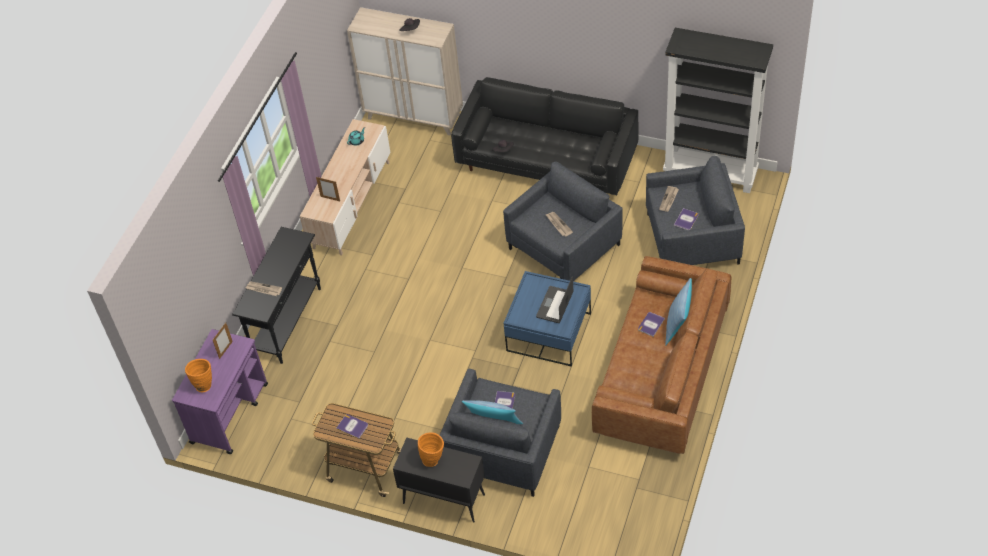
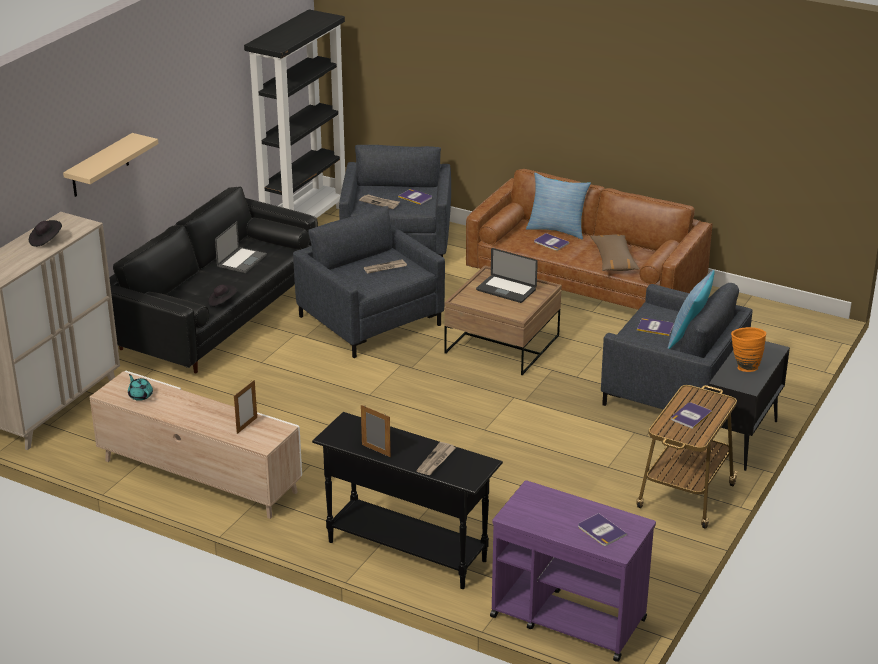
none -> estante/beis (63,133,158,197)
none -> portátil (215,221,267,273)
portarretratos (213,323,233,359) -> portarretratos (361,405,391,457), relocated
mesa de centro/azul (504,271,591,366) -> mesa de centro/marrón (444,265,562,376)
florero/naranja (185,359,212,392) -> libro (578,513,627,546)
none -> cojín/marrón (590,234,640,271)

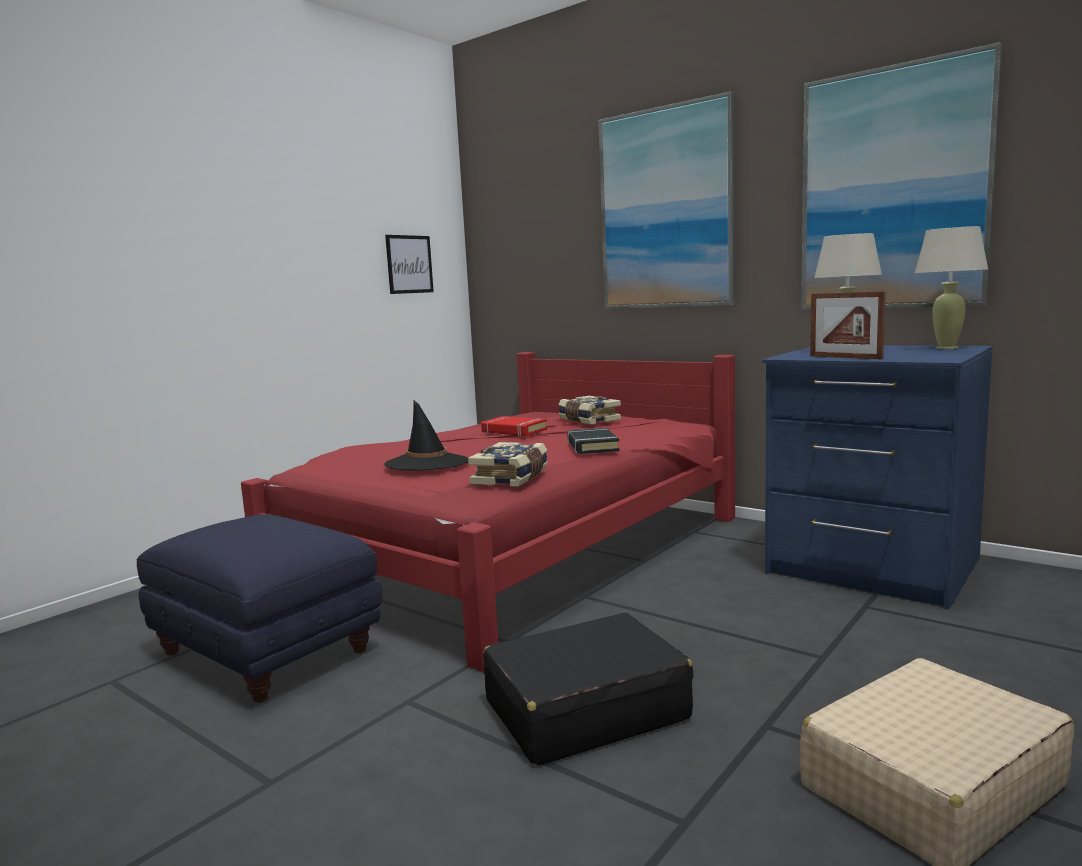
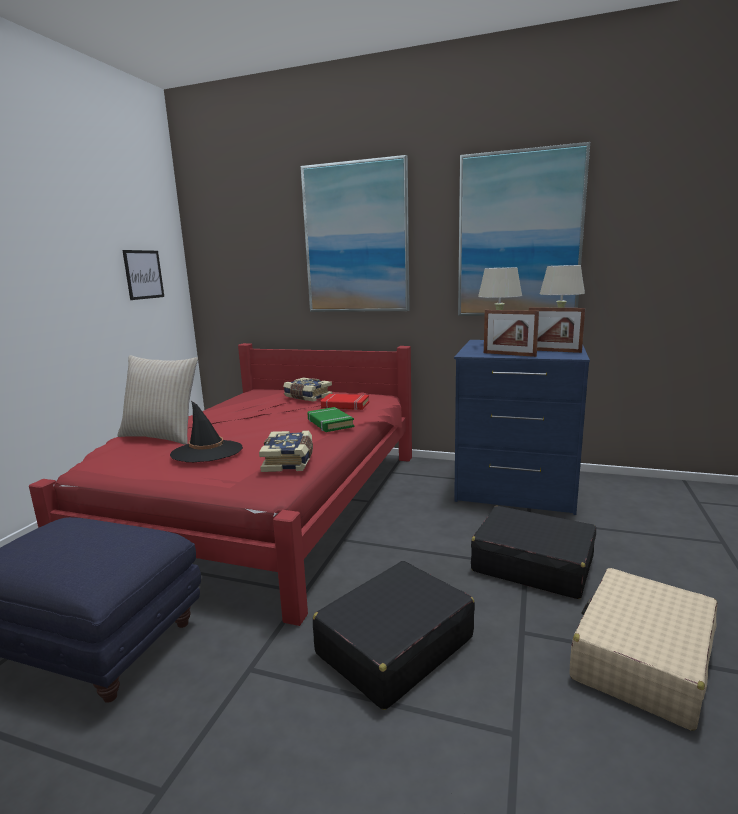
none -> cojín/beis (118,355,198,445)
libro/negro (567,428,620,454) -> libro/verde (307,407,354,432)
libro/rojo (481,416,547,436) -> libro/rojo (321,394,369,410), relocated
none -> maleta/negro (471,506,596,599)
none -> portarretratos (529,307,585,353)

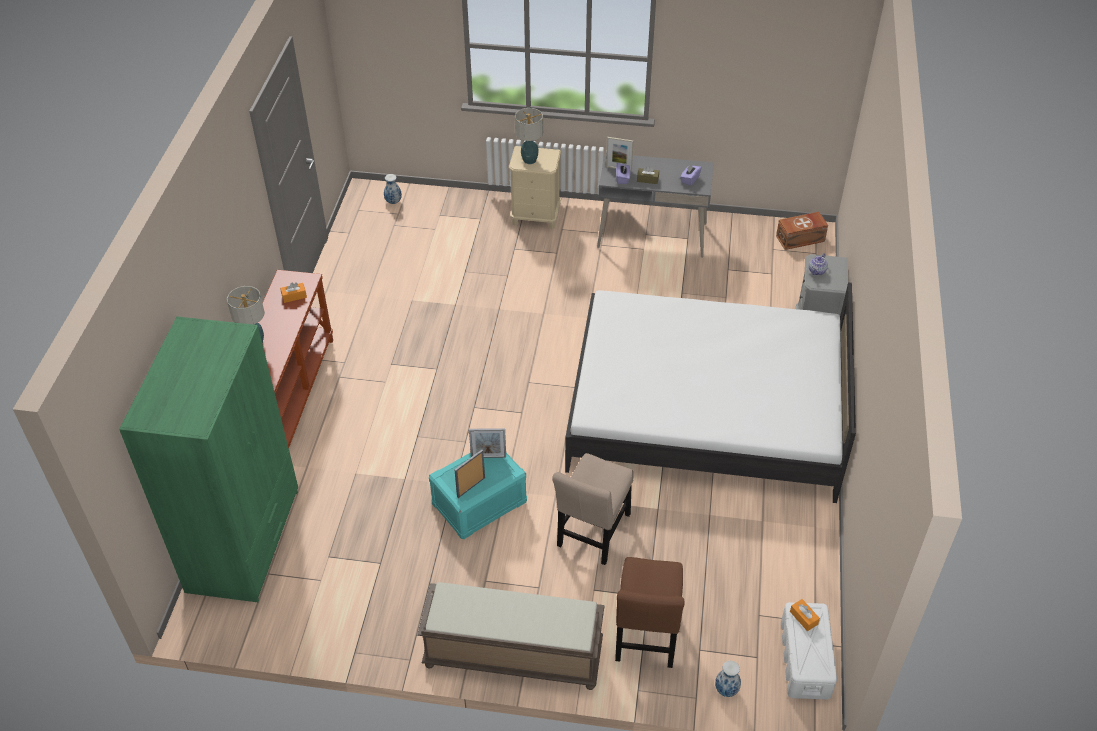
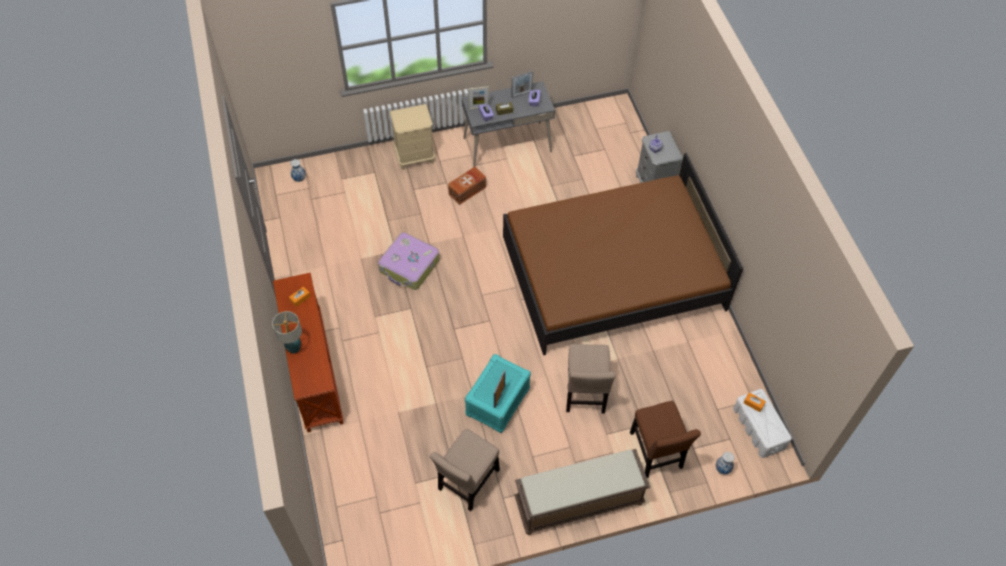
none -> maleta (378,232,440,290)
none -> silla/beis (430,428,500,511)
caja de almacenaje/marrón (776,212,828,250) -> caja de almacenaje/marrón (448,167,486,205), relocated
cama/blanco (565,282,856,503) -> cama/marrón (503,153,743,355)
portarretratos (469,428,506,458) -> portarretratos (511,71,534,98), relocated
armario ropero/verde (119,316,298,602) -> none
lámpara de mesa (515,108,543,164) -> none

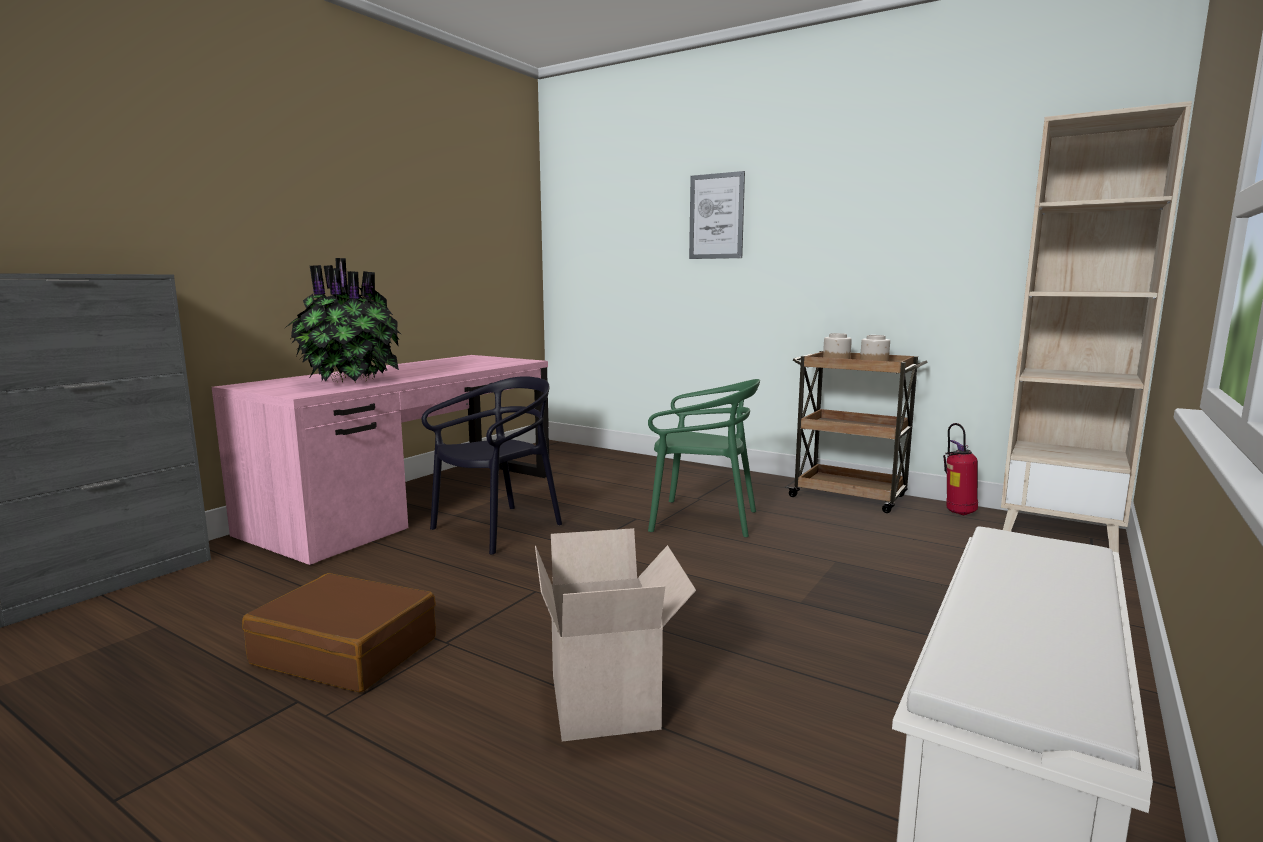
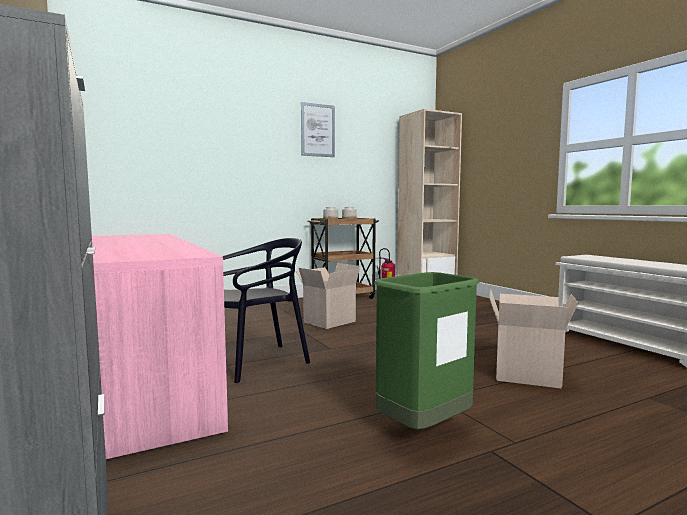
silla/negro (422,376,562,555) -> silla/negro (222,238,310,383), 75 degrees clockwise
silla/verde (648,379,760,538) -> caja de cartón (296,263,360,329)
cuadro (689,171,745,259) -> cuadro (301,102,335,157), relocated
maleta/marrón (242,573,436,692) -> papelera/verde (374,272,480,430)
planta en maceta (285,258,402,383) -> none

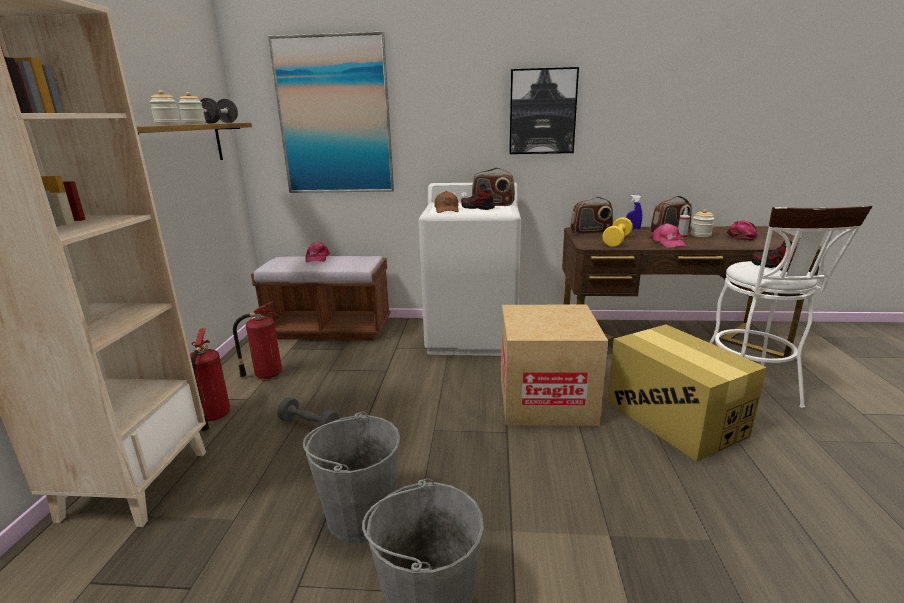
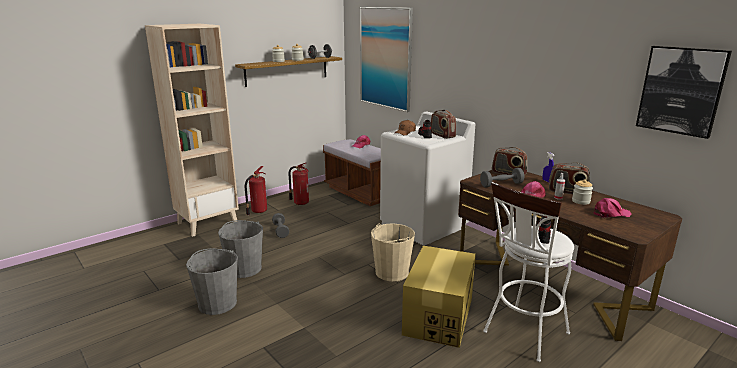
caja de cartón (501,304,608,426) -> cubo/beis (371,224,415,281)
mancuerna/amarillo (602,217,633,247) -> mancuerna/gris (480,168,524,187)
cuadro (509,67,579,154) -> cuadro (636,46,732,139), relocated

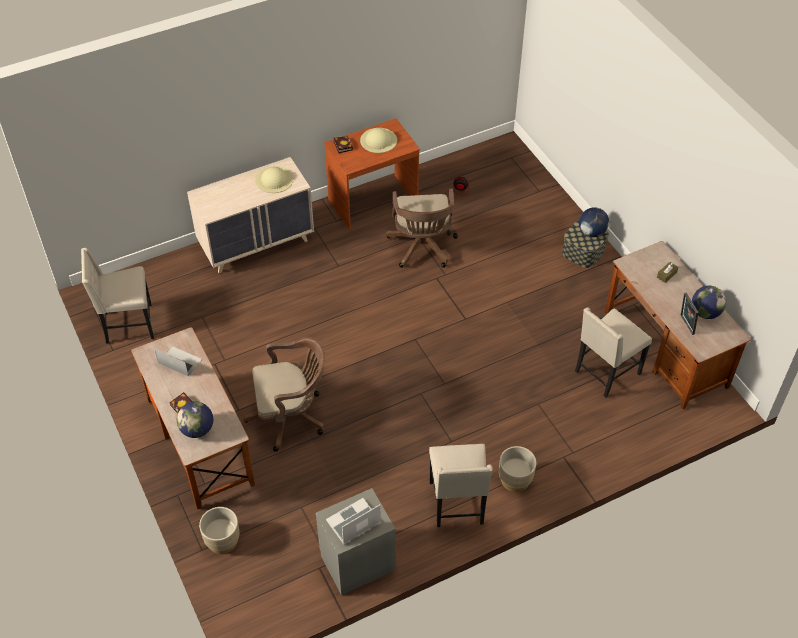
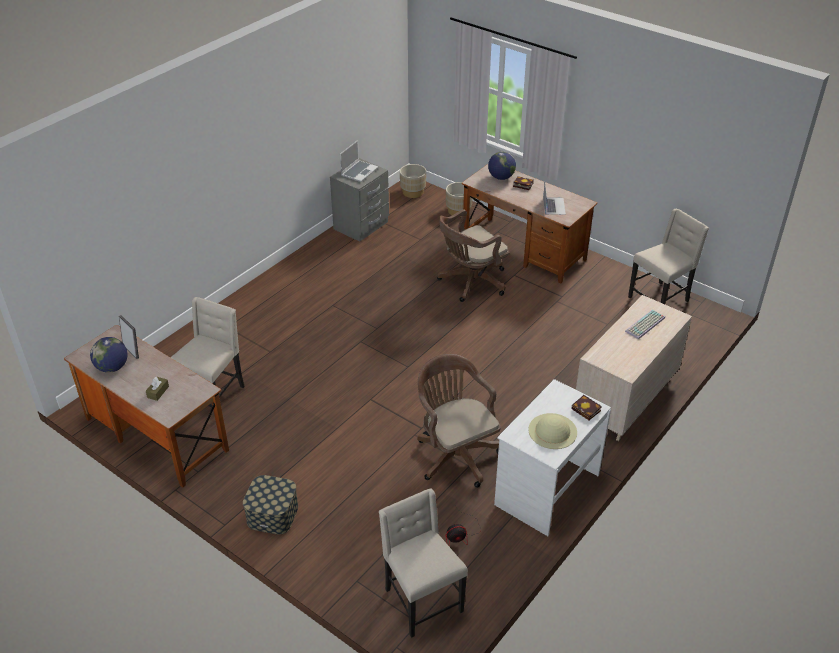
silla/beis (429,444,493,527) -> silla/beis (379,488,468,638), relocated
maceta/beis (499,446,536,492) -> maceta/beis (400,164,426,198), relocated
escritorio/marrón (324,118,420,230) -> escritorio/blanco (494,379,611,536)
portátil (155,346,202,377) -> portátil (543,184,566,215), 90 degrees counterclockwise
none -> teclado (625,310,665,339)
sombrero/beis (255,166,294,193) -> none
globo terráqueo (579,207,609,237) -> none

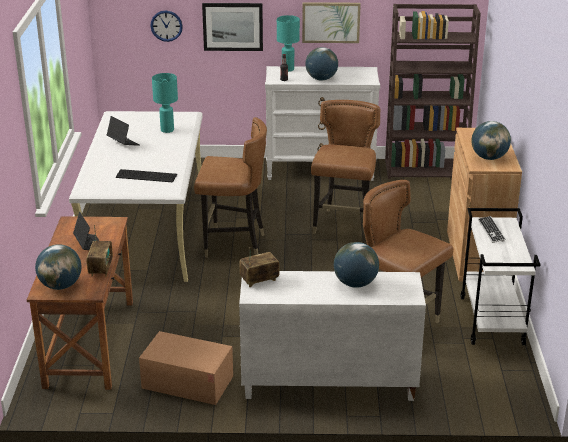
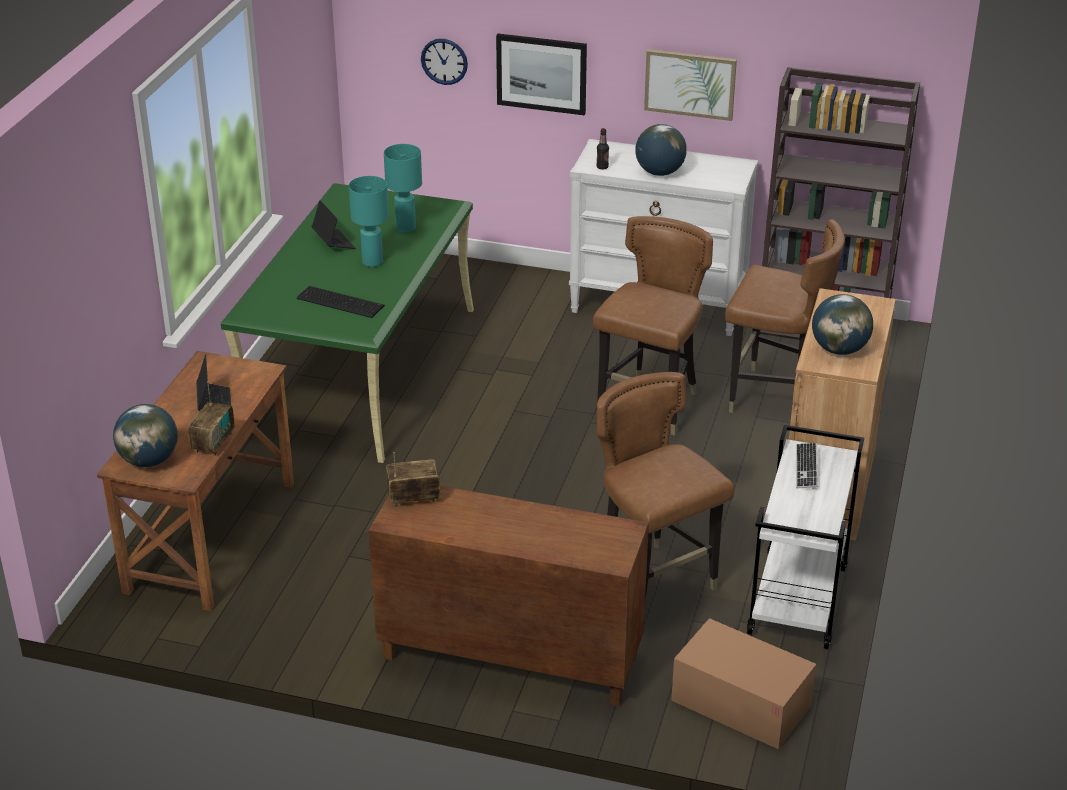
escritorio/blanco (69,111,203,282) -> escritorio/verde (221,183,474,463)
lámpara de mesa/turquesa (277,15,300,72) -> lámpara de mesa/turquesa (349,176,389,267), relocated
armario/blanco (239,271,426,401) -> armario/marrón (369,486,649,706)
caja de cartón (139,331,233,405) -> caja de cartón (671,618,816,749), relocated
silla/marrón (194,117,267,257) -> silla/marrón (725,219,845,413), relocated
globo terráqueo (334,242,379,288) -> none

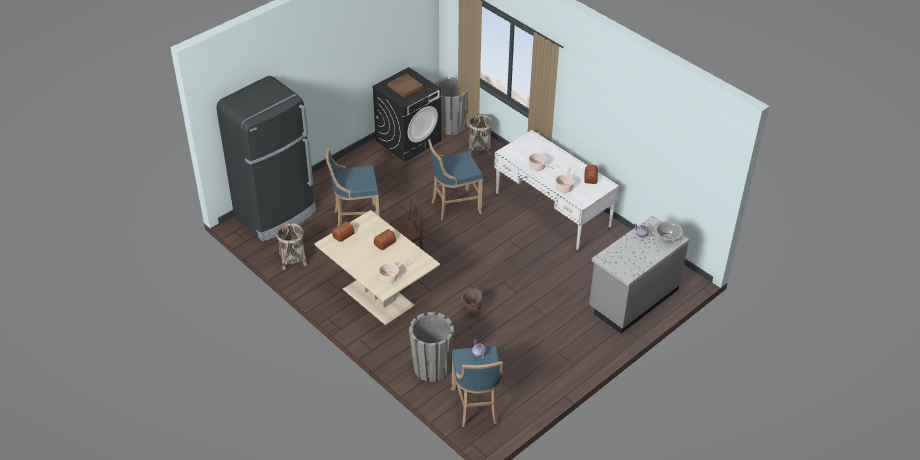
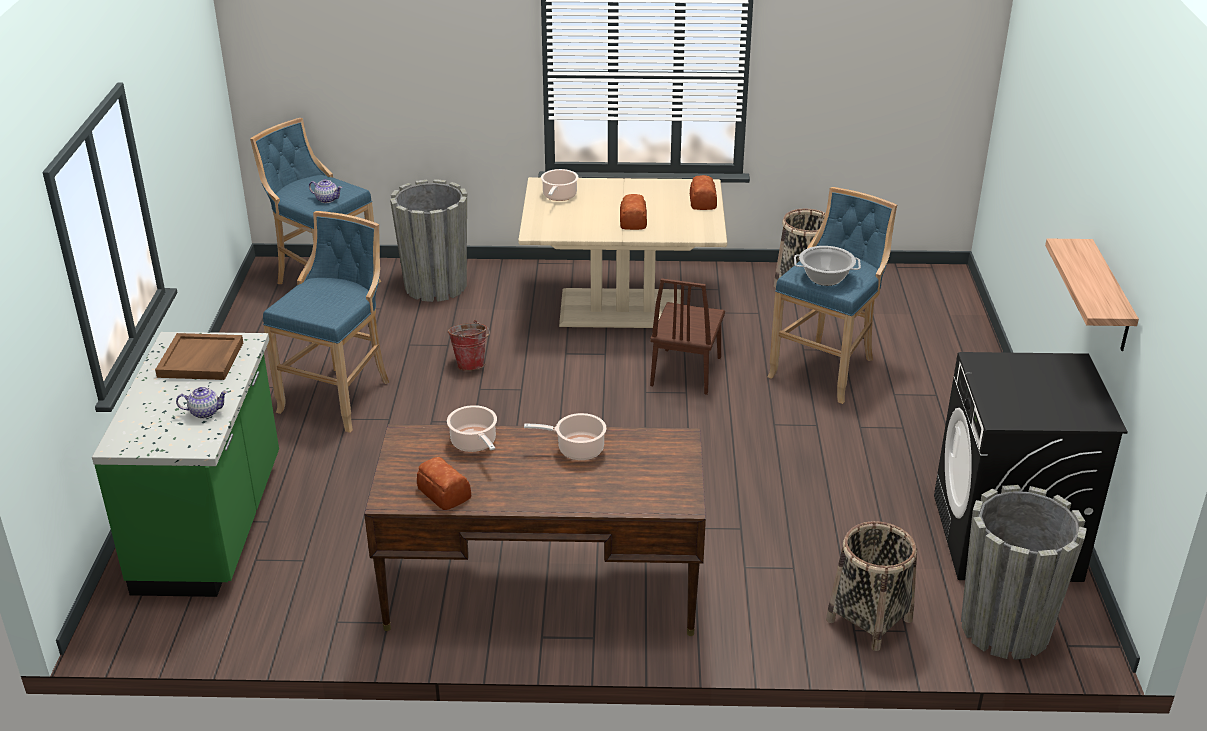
mueble bajo de cocina/gris (589,215,689,334) -> mueble bajo de cocina/verde (92,332,279,597)
bandeja/marrón (387,74,423,98) -> bandeja/marrón (155,333,243,380), relocated
taburete/azul (428,139,483,221) -> taburete/azul (263,211,389,433), relocated
escritorio/blanco (494,130,619,252) -> escritorio/marrón (364,424,706,636)
olla (654,221,684,244) -> olla (794,246,861,286), relocated
none -> estante (1045,239,1139,351)
nevera/negro (216,76,316,241) -> none

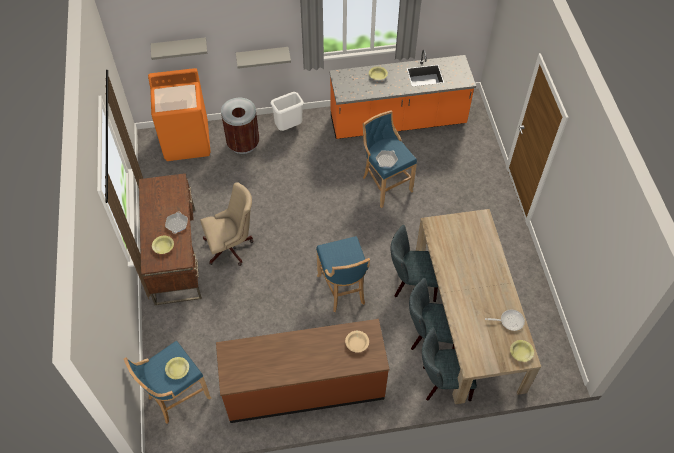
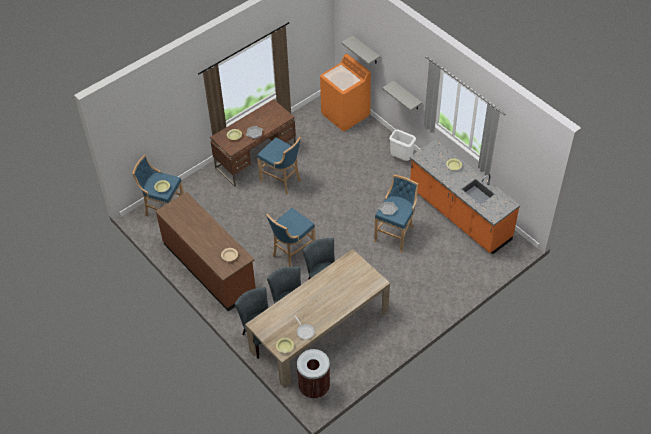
silla de oficina/beis (200,182,254,266) -> taburete/azul (257,137,301,194)
papelera/marrón (221,98,259,154) -> papelera/marrón (297,349,330,399), relocated

